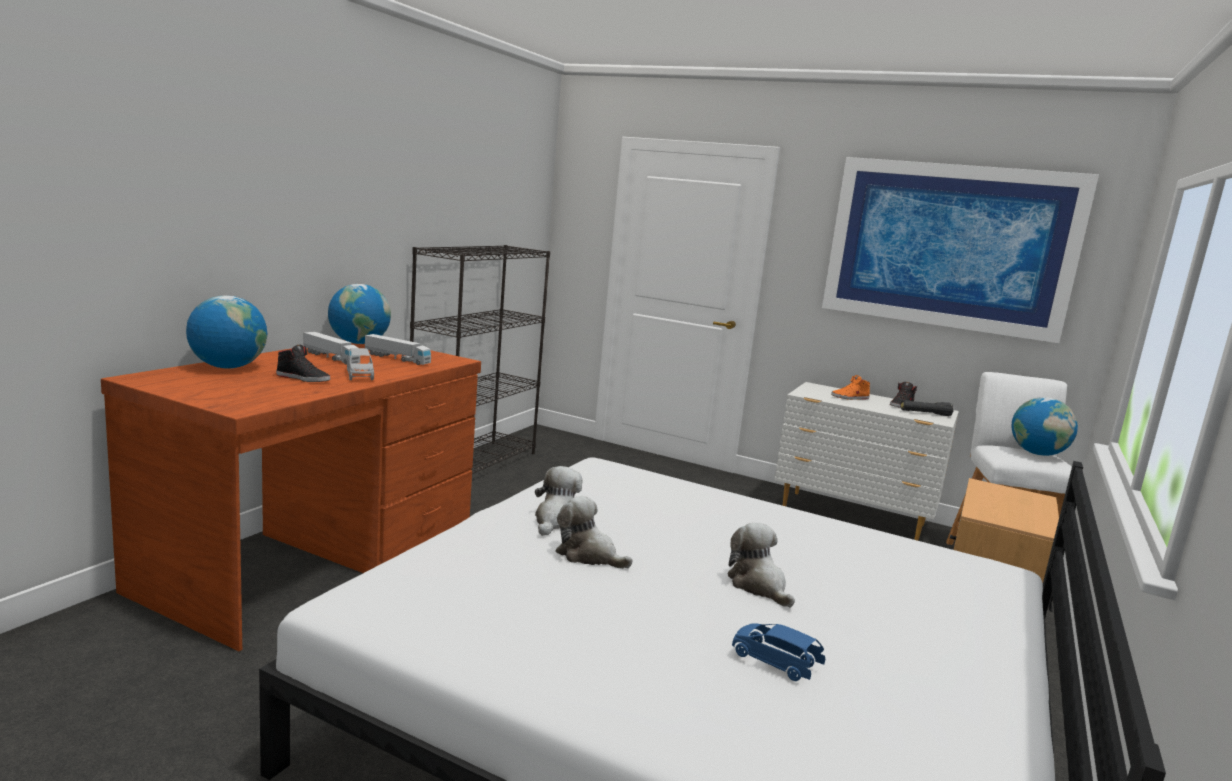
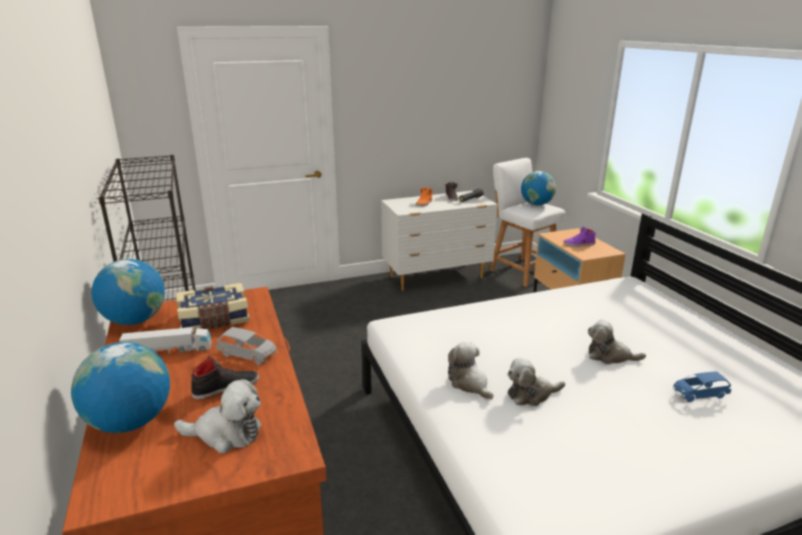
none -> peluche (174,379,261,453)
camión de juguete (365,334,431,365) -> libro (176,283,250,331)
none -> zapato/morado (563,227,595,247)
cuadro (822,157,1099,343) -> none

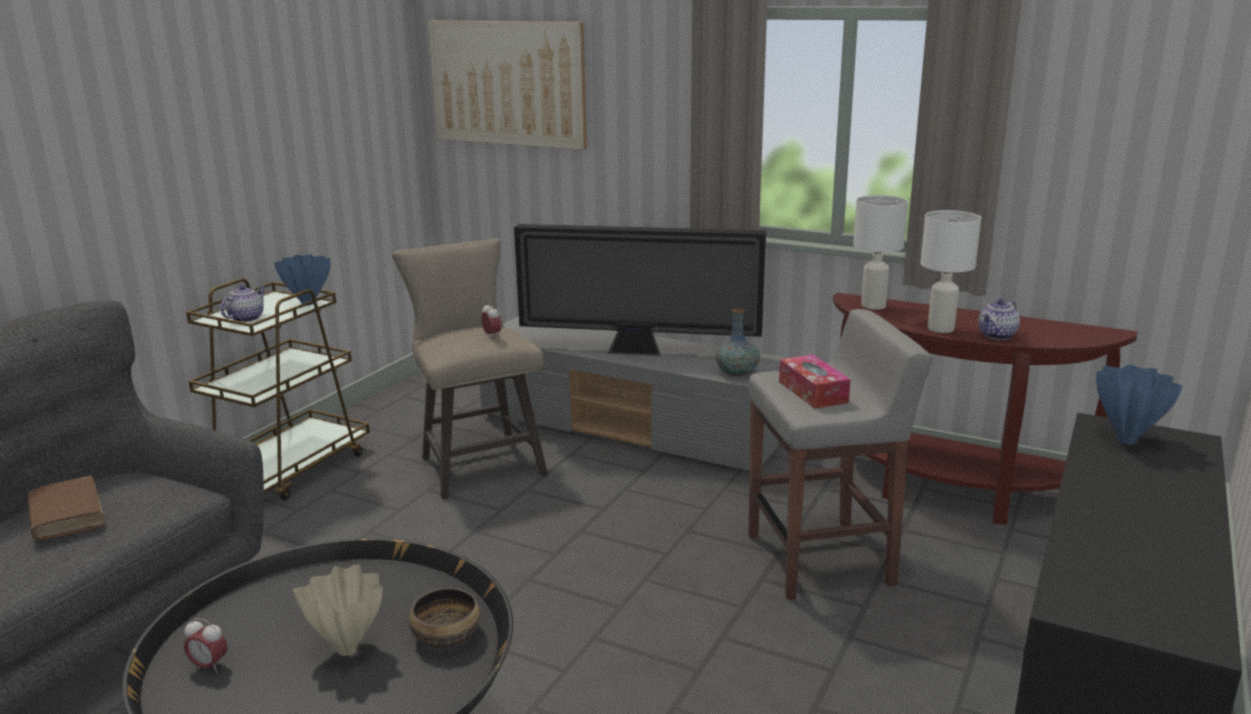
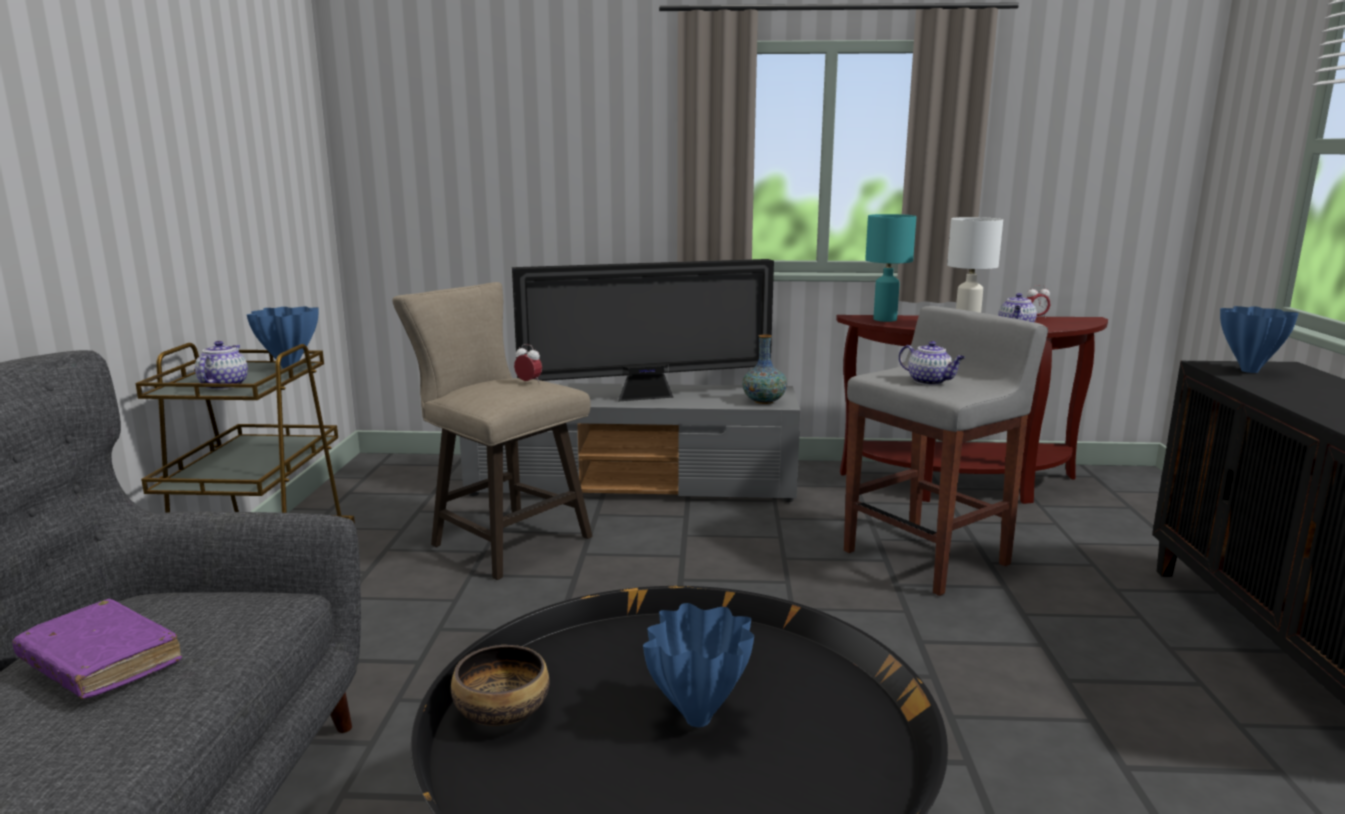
libro/marrón (27,476,105,540) -> libro/morado (12,599,182,699)
cuenco (409,588,481,648) -> cuenco (451,645,550,726), relocated
florero/beis (293,564,383,656) -> florero/azul (643,603,754,727)
lámpara de mesa/blanco (853,195,908,310) -> lámpara de mesa/turquesa (865,214,917,322)
caja de pañuelos (779,354,850,409) -> tetera (899,341,965,385)
despertador (184,618,227,673) -> despertador (1027,285,1050,318), relocated
cuadro (428,21,587,150) -> none

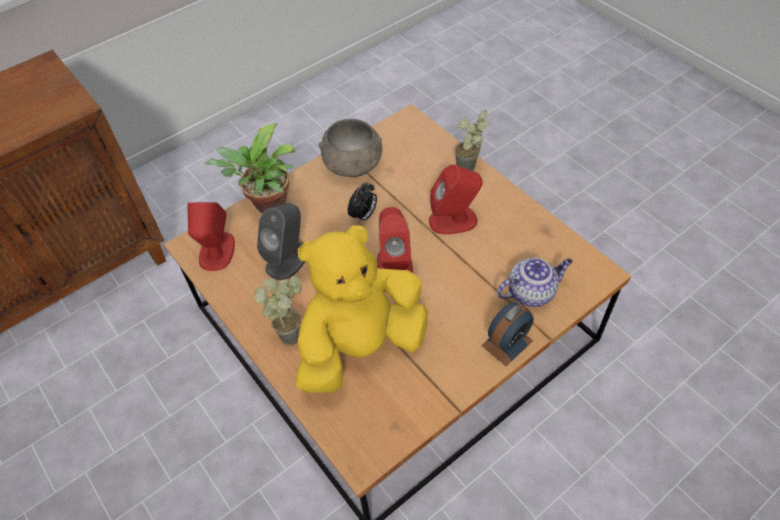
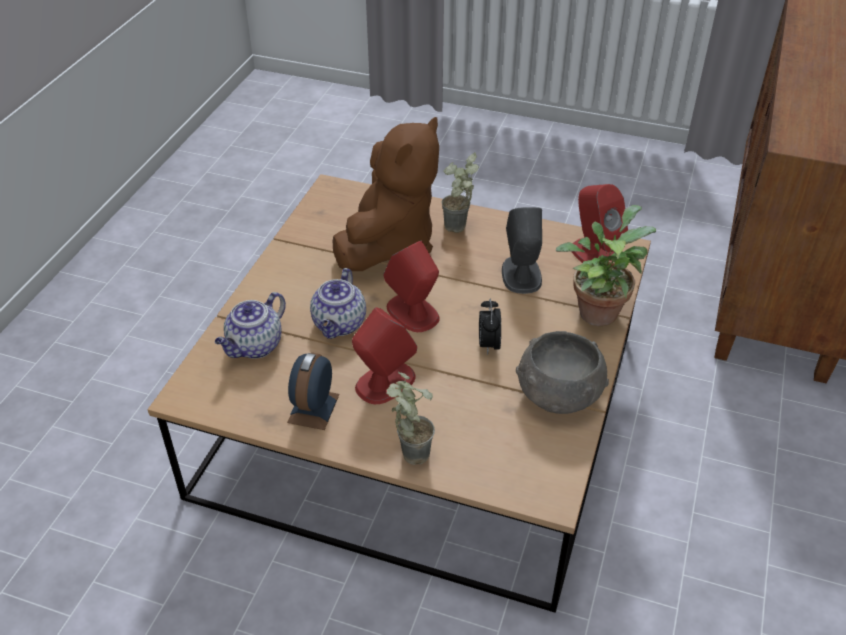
despertador (481,302,534,366) -> despertador (287,352,340,430), relocated
none -> tetera (310,268,366,339)
peluche/amarillo (295,225,428,393) -> peluche/marrón (333,117,439,271)

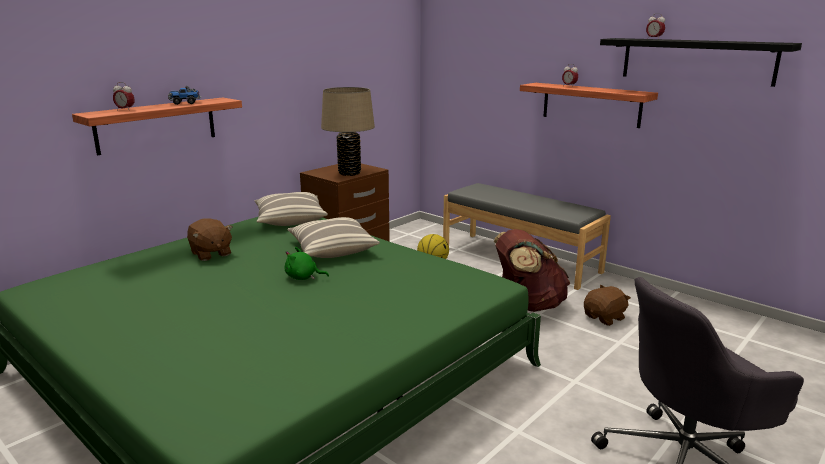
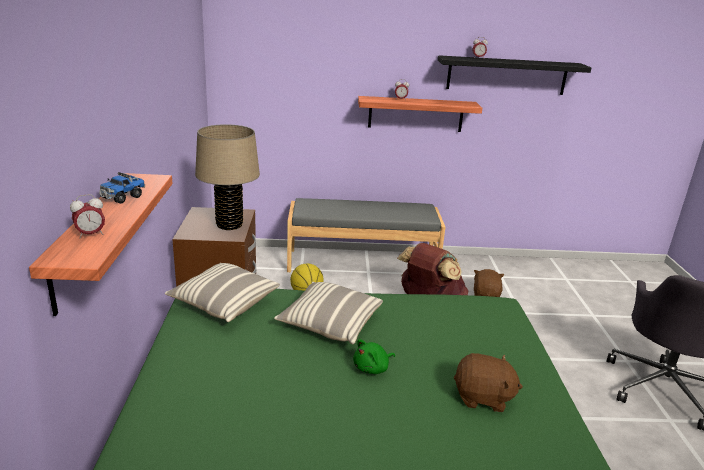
peluche/marrón (187,218,233,261) -> peluche/marrón (454,353,523,412), relocated

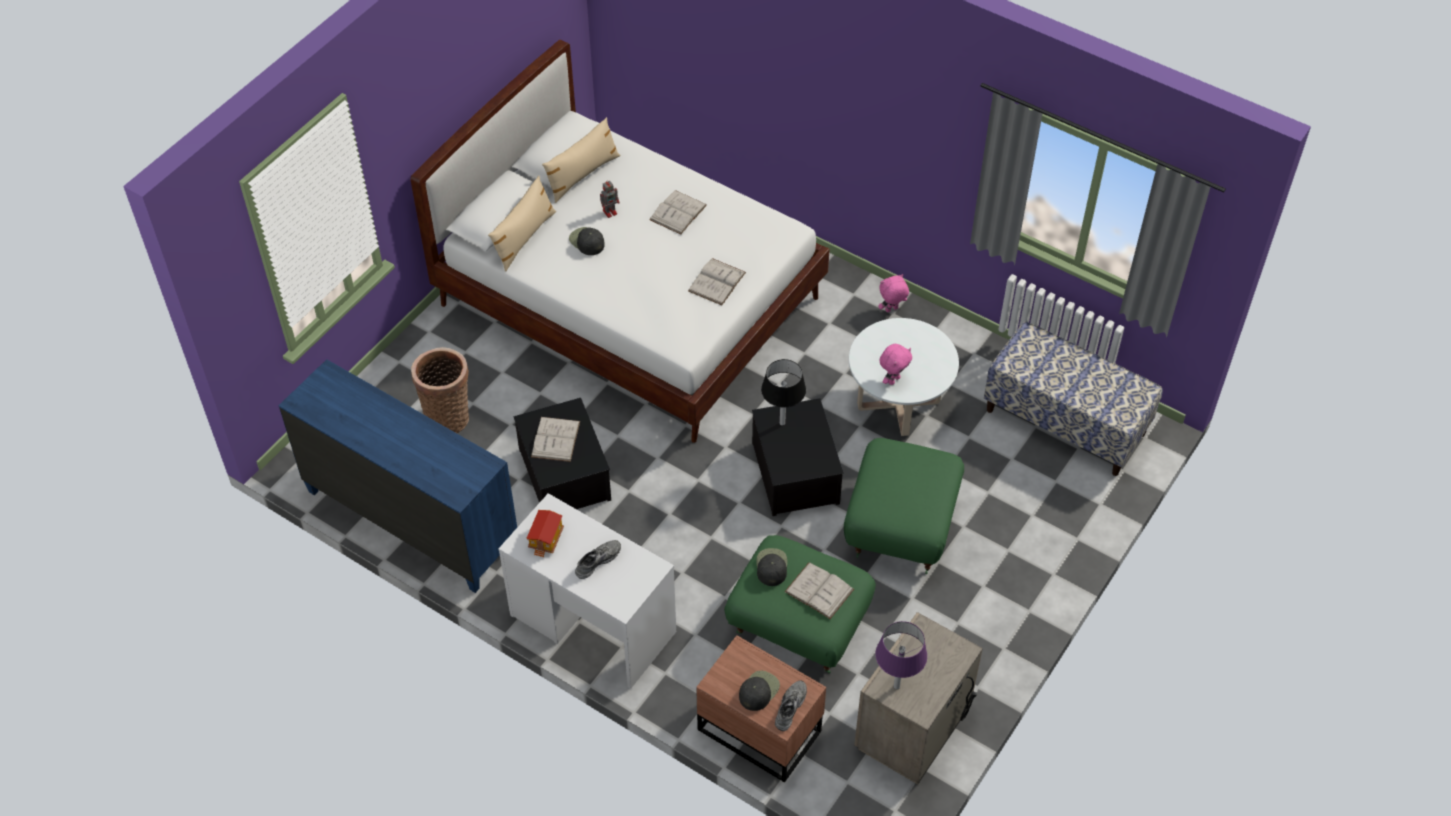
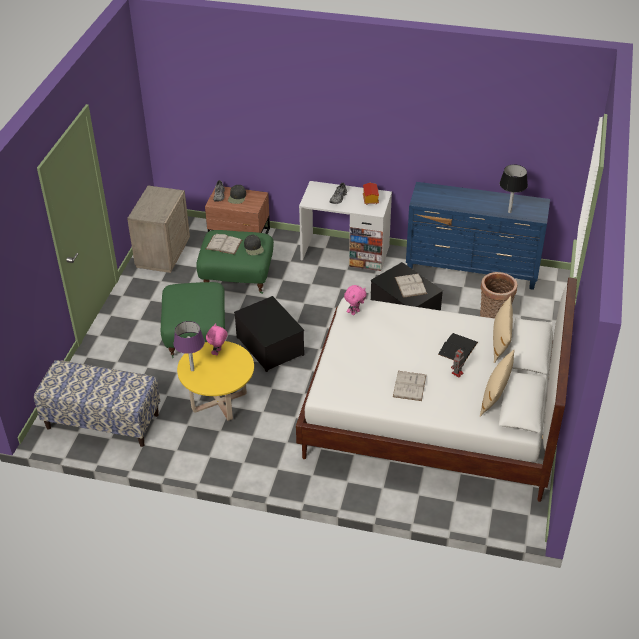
lámpara de mesa/morado (875,621,927,689) -> lámpara de mesa/morado (174,321,205,371), relocated
mesa de centro/blanco (849,318,959,436) -> mesa de centro/amarillo (177,341,254,421)
peluche/rosa (878,274,909,312) -> peluche/rosa (344,285,367,315), relocated
gorra/negro (569,227,605,255) -> libro/negro (438,333,478,363)
lámpara de mesa/negro (761,359,806,426) -> lámpara de mesa/negro (500,164,528,213), relocated
libro/blanco (688,258,746,305) -> none

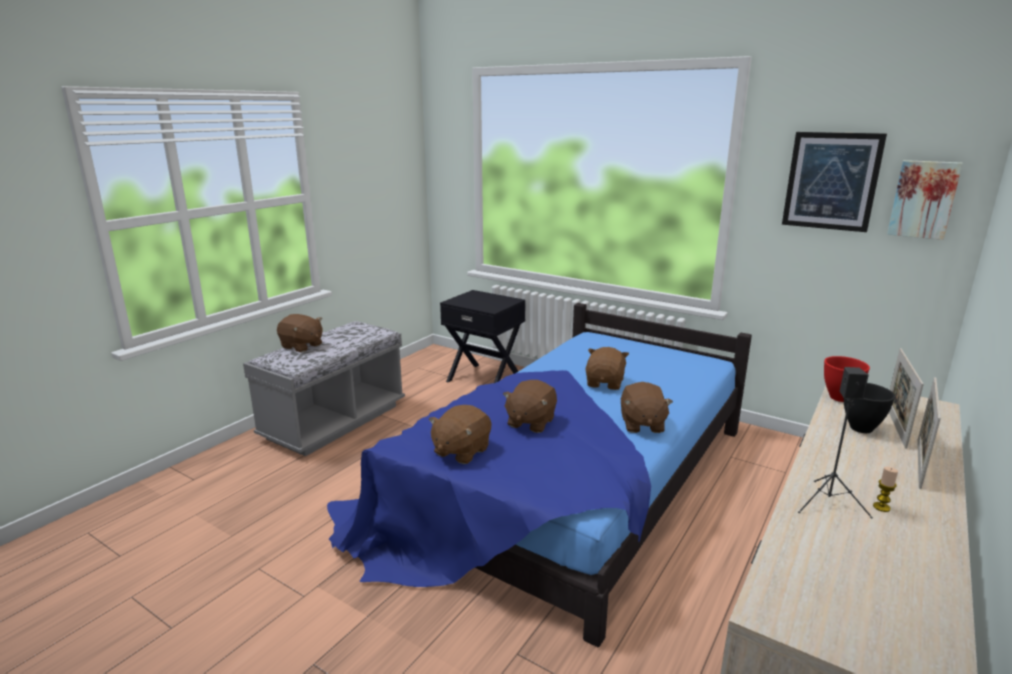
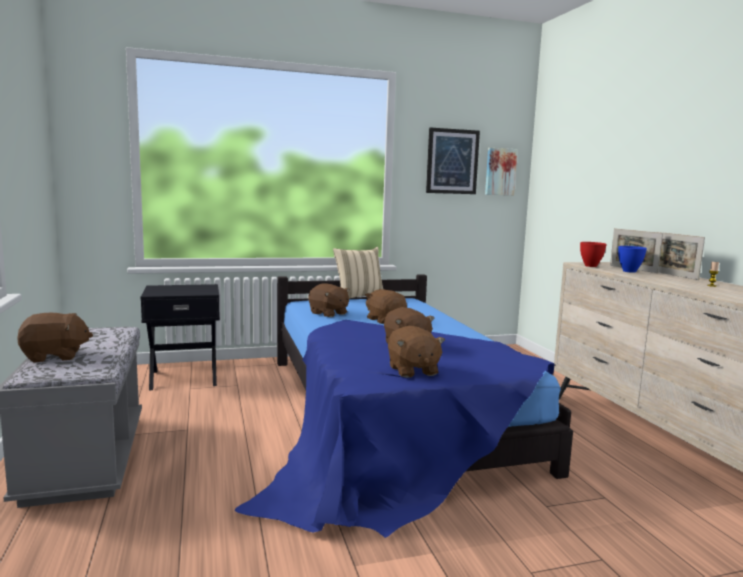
peluche/marrón (621,382,673,433) -> peluche/marrón (308,283,350,317), relocated
none -> cojín/beis (333,247,383,299)
cuenco/negro (844,383,895,433) -> cuenco/azul (618,246,647,273)
altavoz/negro (798,367,873,519) -> none

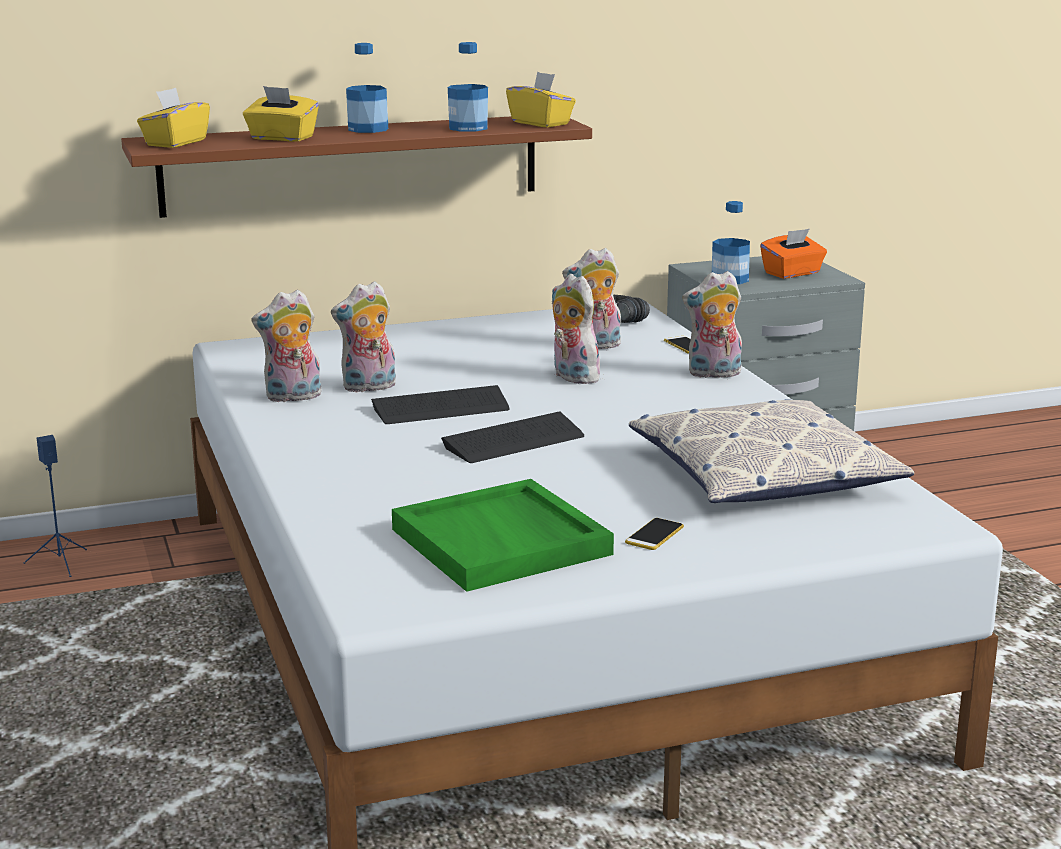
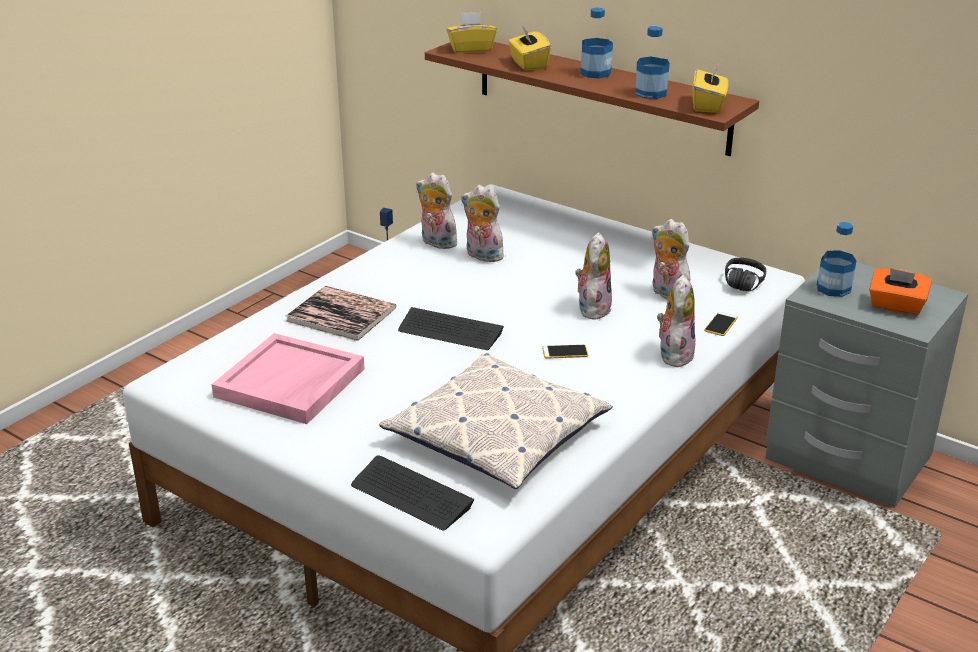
bandeja/verde (392,479,614,592) -> bandeja/rosa (211,333,365,424)
none -> libro (286,286,396,341)
teclado (371,385,509,424) -> teclado (351,455,475,531), relocated
móvil (625,518,684,550) -> móvil (542,345,588,359), relocated
peluche (682,271,742,378) -> peluche (657,274,695,367), 60 degrees clockwise

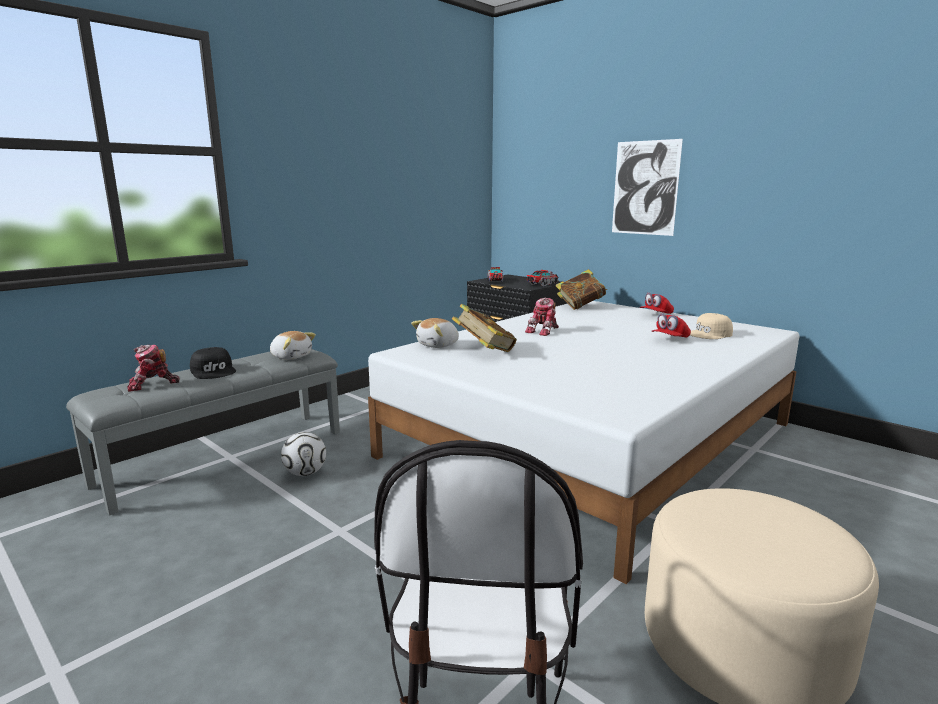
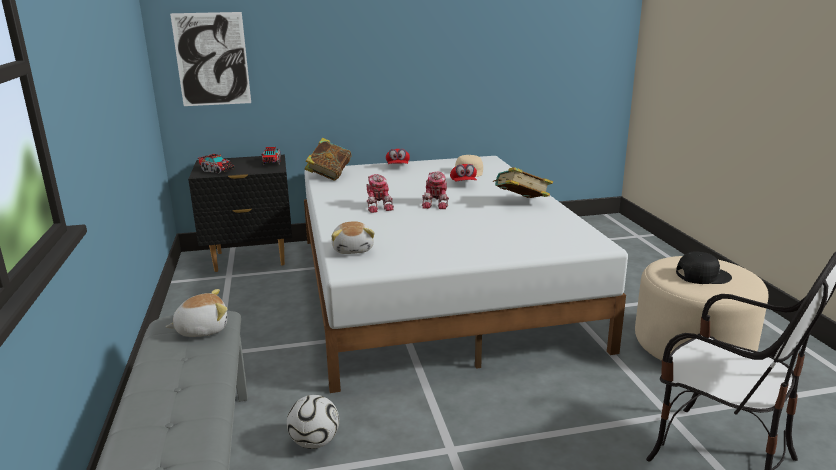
cuadro (612,139,683,236) -> cuadro (170,12,251,106), relocated
robot de juguete (128,345,180,392) -> robot de juguete (422,172,449,209), relocated
libro (452,304,517,352) -> libro (493,167,553,198), relocated
gorra/negro (190,347,236,379) -> gorra/negro (676,251,732,284), relocated

